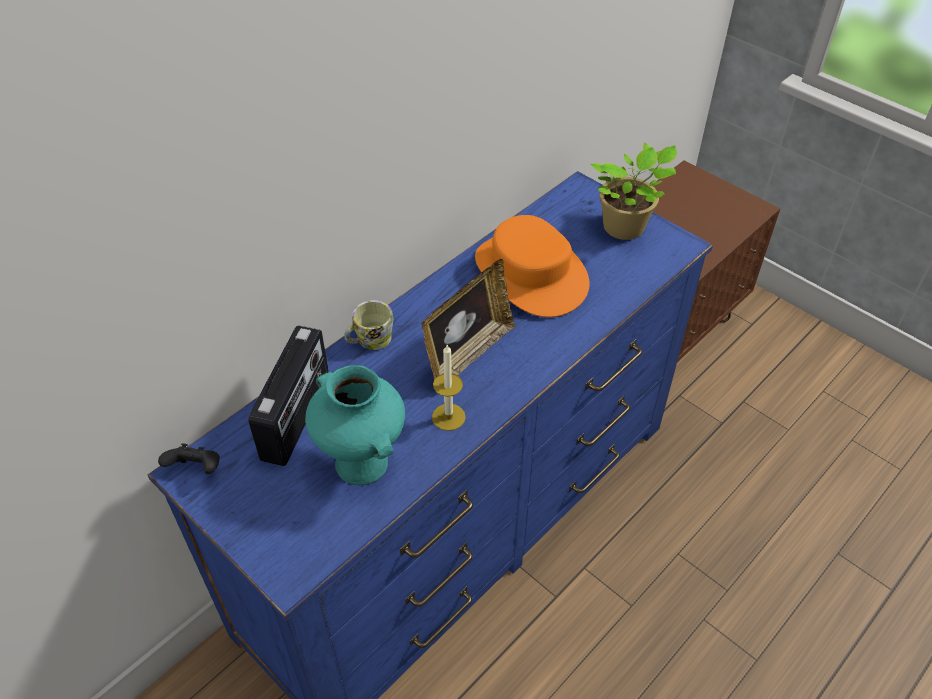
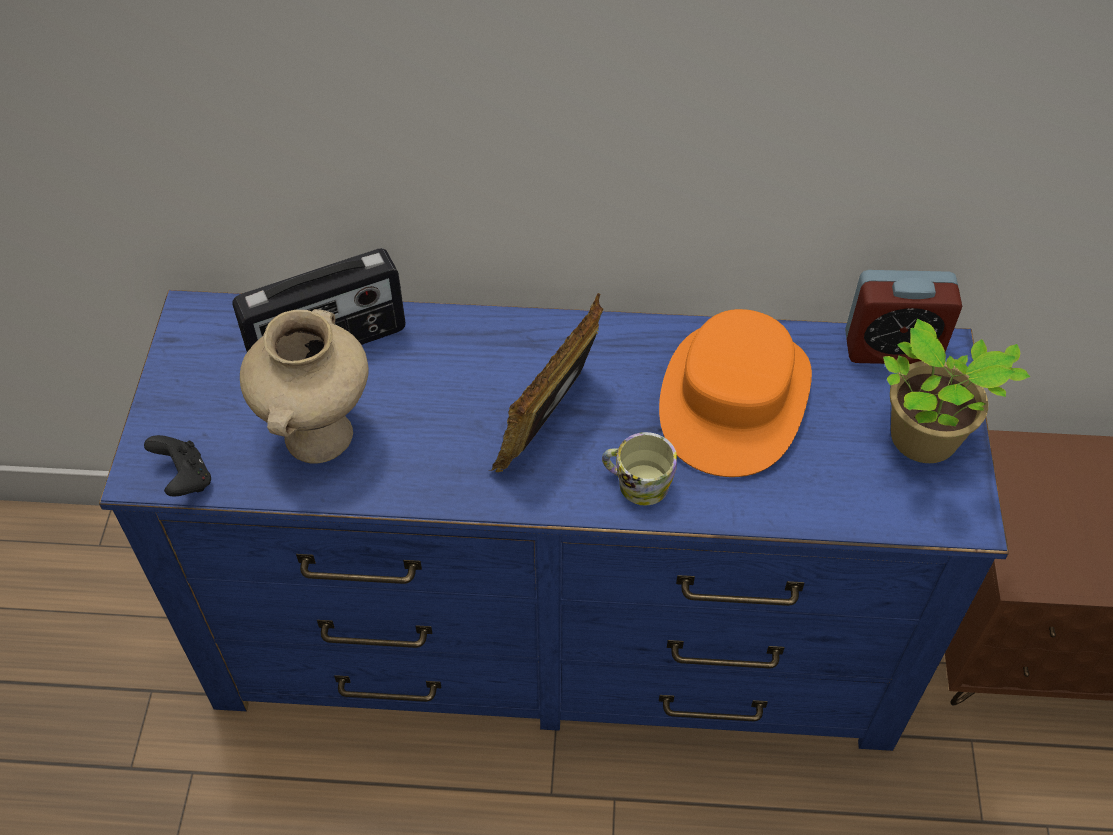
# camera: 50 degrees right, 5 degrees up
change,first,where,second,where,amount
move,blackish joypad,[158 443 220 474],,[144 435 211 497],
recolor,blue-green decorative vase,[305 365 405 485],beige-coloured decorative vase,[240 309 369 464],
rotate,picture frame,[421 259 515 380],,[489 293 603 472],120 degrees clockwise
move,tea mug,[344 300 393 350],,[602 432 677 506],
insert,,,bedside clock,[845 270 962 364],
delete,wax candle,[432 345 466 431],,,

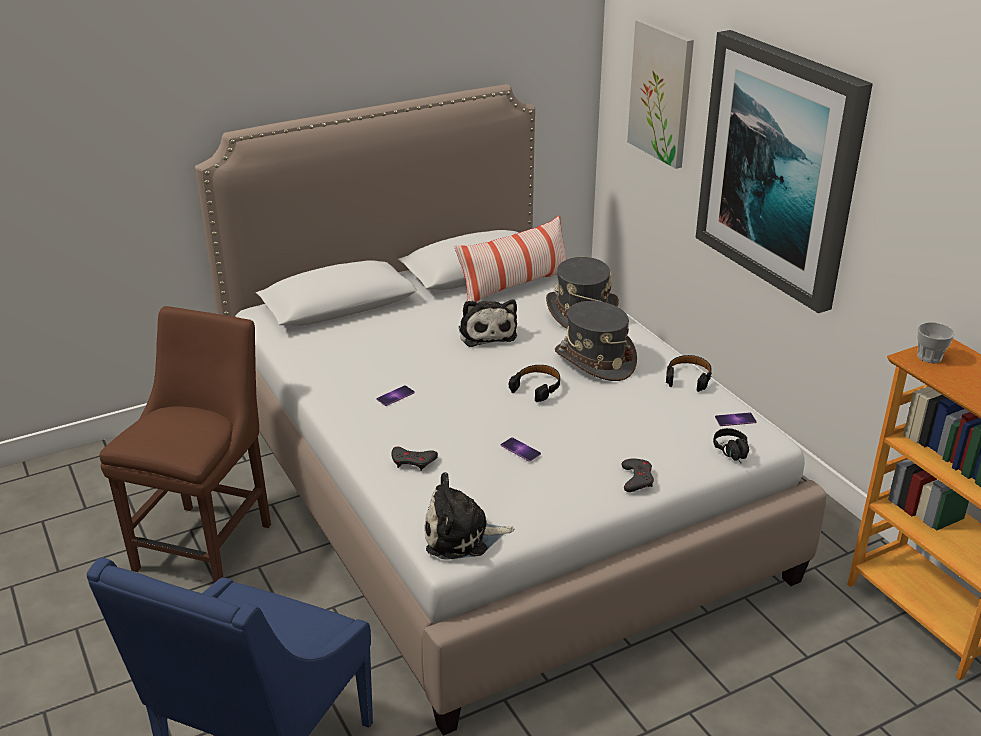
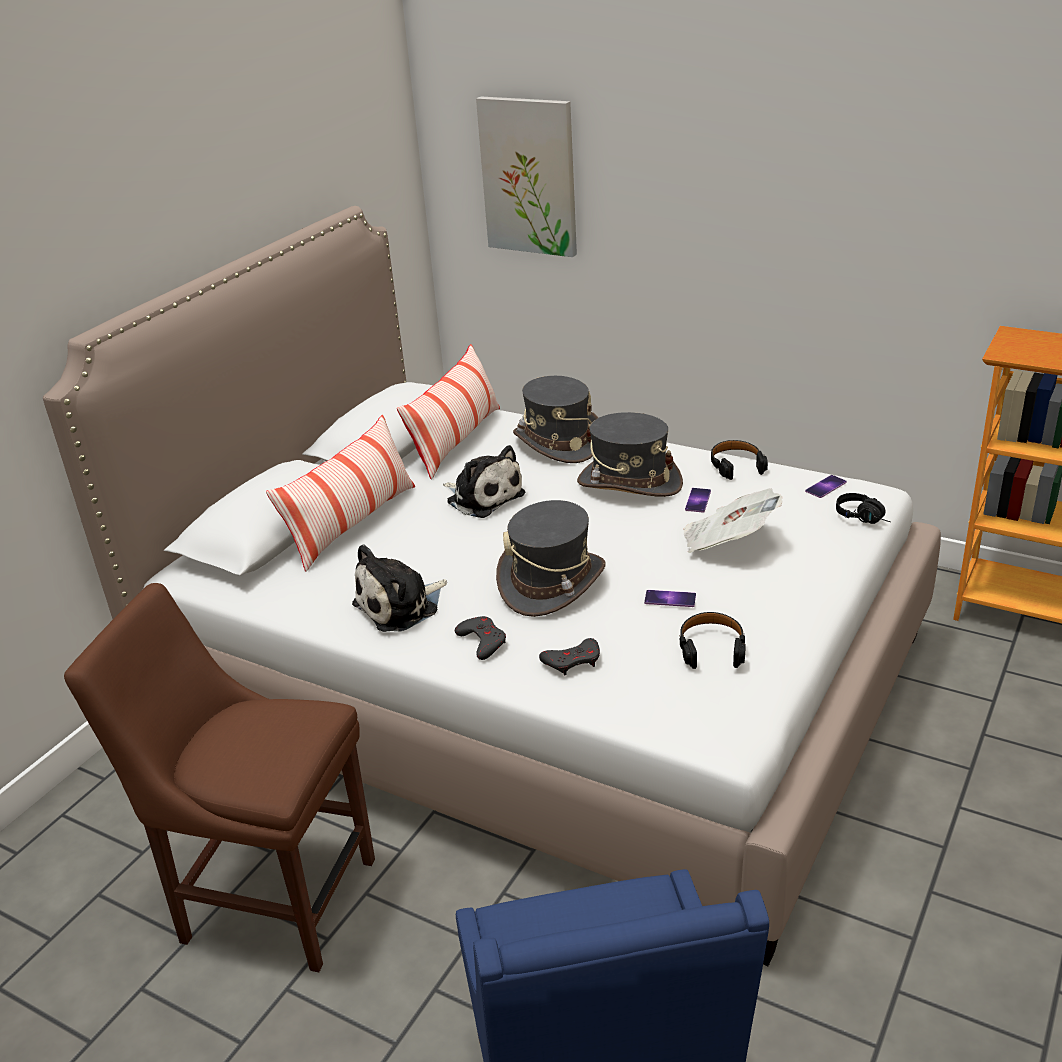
# camera: 30 degrees left, 0 degrees up
change,first,where,second,where,amount
rotate,brownish plain chair,[100 306 271 583],,[64 583 375 972],60 degrees counterclockwise
insert,,,throw pillow,[266 415 415 571],
move,plush toy,[425 472 515 560],,[352 544 447 632],
move,greyish joypad,[621 458 654 492],,[455 616 506 660],
insert,,,greyish clothing hat,[496 500 606 617],
move,blackish headset,[509 365 560 402],,[680 612 746 669],
insert,,,daily paper,[683 488 783 553],
move,phone,[376 385 415 406],,[685 488 711 512],
delete,picture,[696 30 873 313],,,
delete,drinking cup,[917 322 955 363],,,

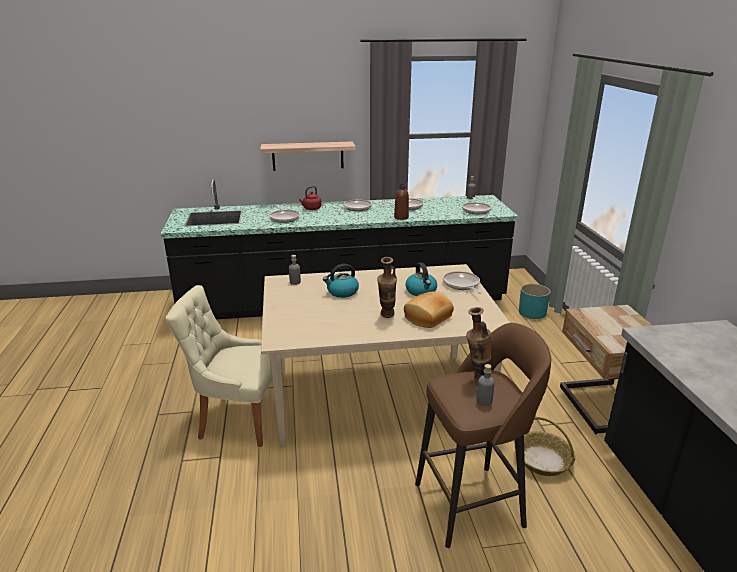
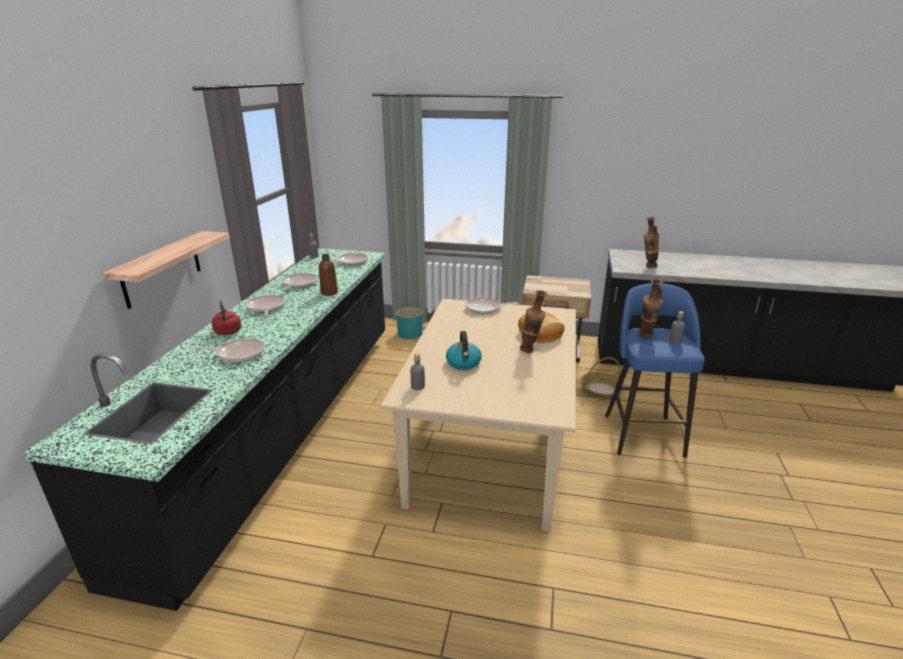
# camera: 70 degrees left, 0 degrees up
change,first,where,second,where,amount
recolor,brownish stool seat,[415 323 551 548],blue-coloured stool seat,[605 283 705 458],
insert,,,decorative vase,[643 217 659 268],
delete,beige-coloured plain chair,[166 285 272 447],,,
delete,water kettle,[406 262 437 296],,,

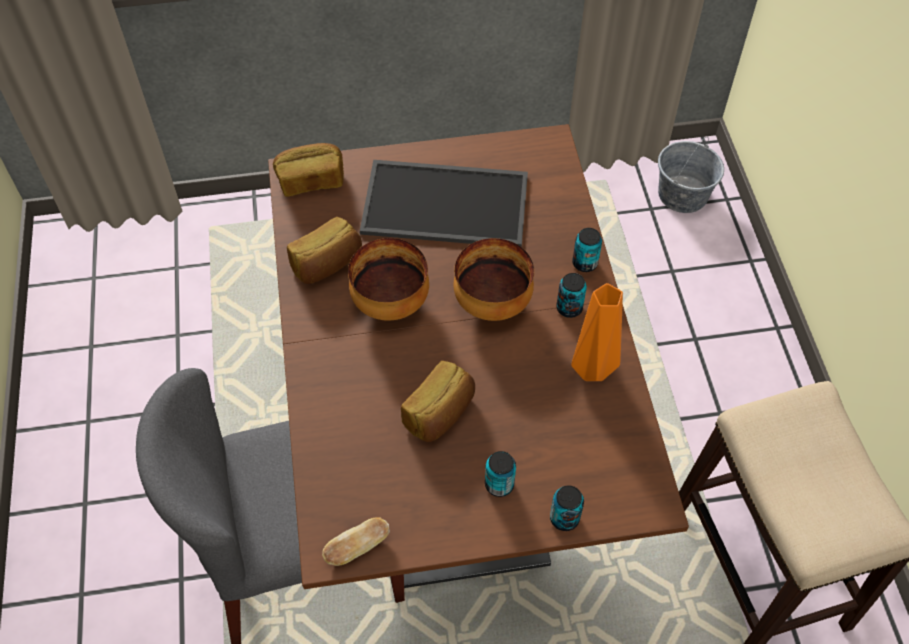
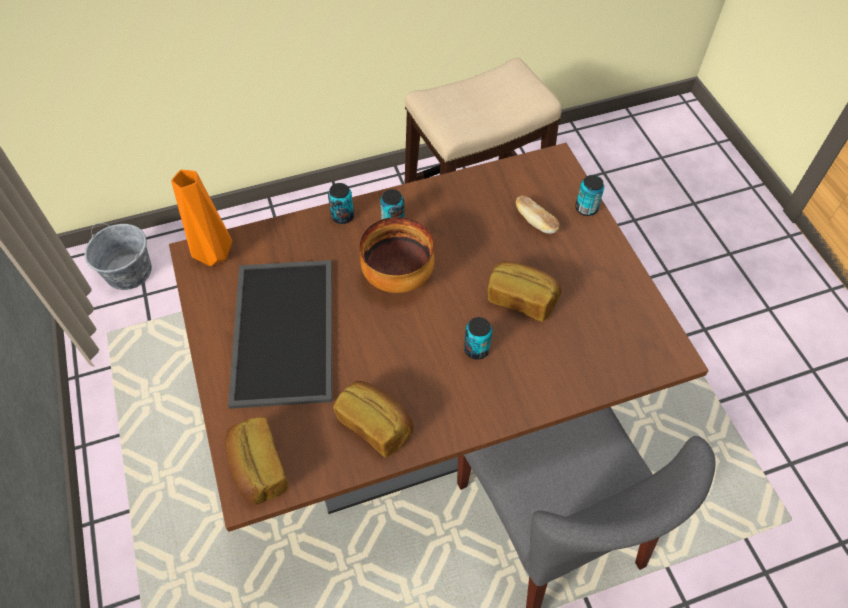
# camera: 100 degrees left, 0 degrees up
change,first,where,second,where,amount
move,orangey decorative vase,[571 283 623 381],,[171 170 232 266],
move,sealed can,[485 451 516 497],,[464 317 492 360],
move,bread,[322 518 390 566],,[516 195 559 234],
delete,serving bowl,[348 238 429 321],,,

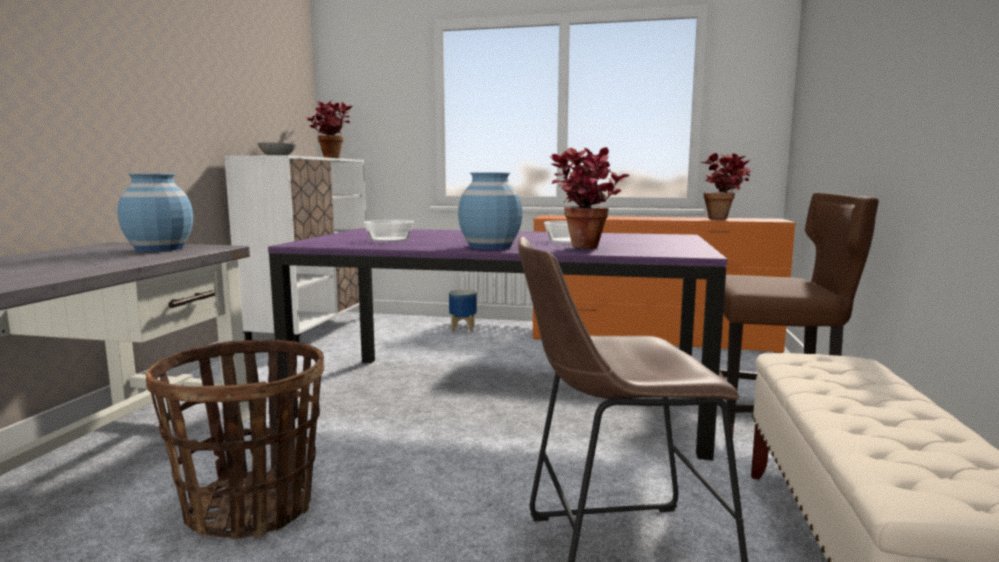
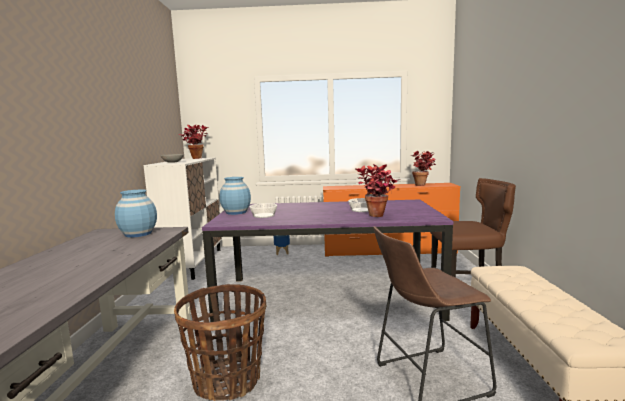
# camera: 10 degrees left, 0 degrees up
change,first,where,second,where,amount
move,blue-coloured decorative vase,[458 172 522 249],,[219 177 251 215],

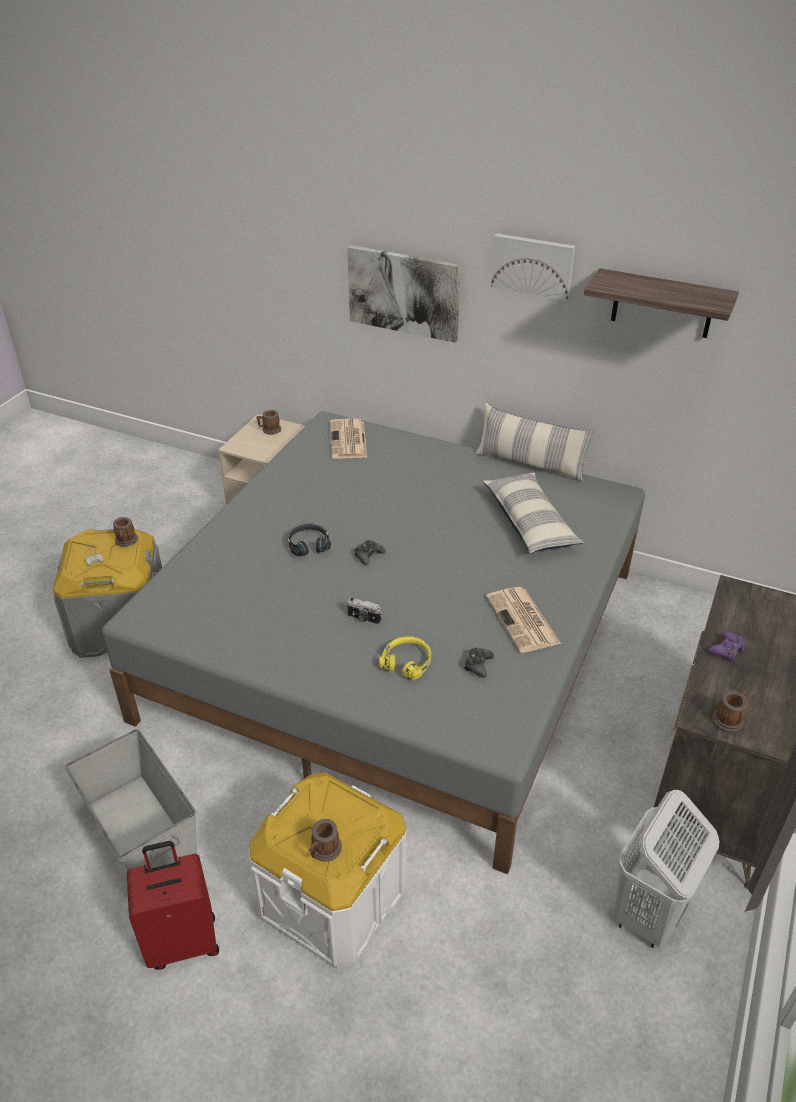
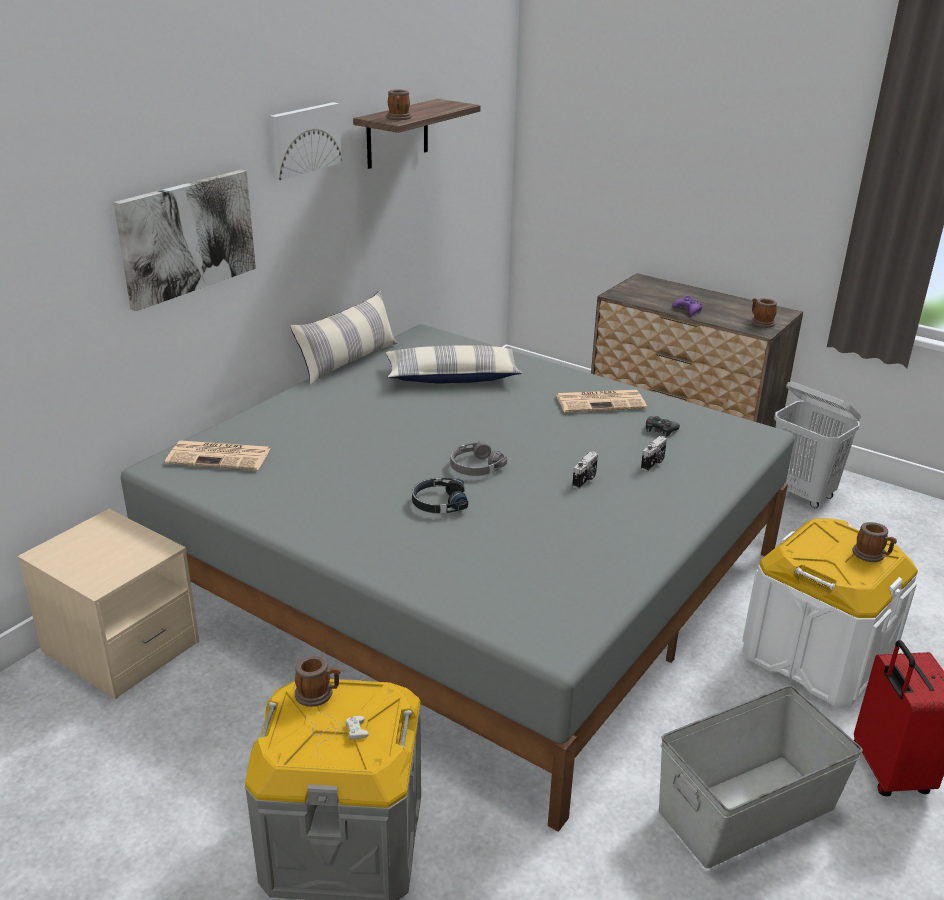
# camera: 80 degrees left, 10 degrees down
change,first,where,second,where,amount
move,tea mug,[256 410 281 435],,[387 90 412 120],
replace,blackish joypad,[355 540 386 565],greyish headset,[450 441 507 476],
replace,yellowish headset,[379 636 431 680],still camera,[641 436 667 472],

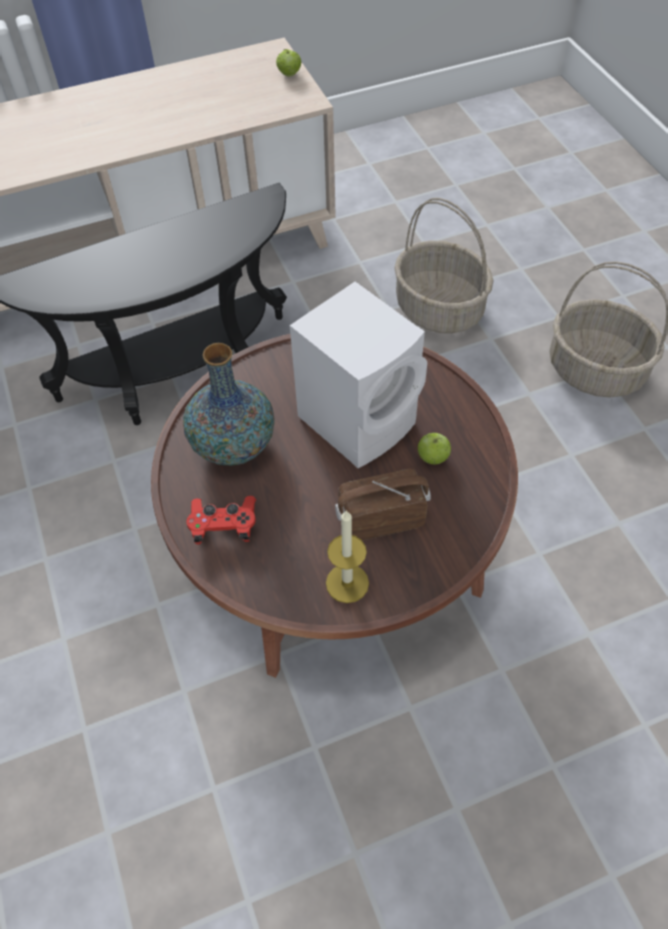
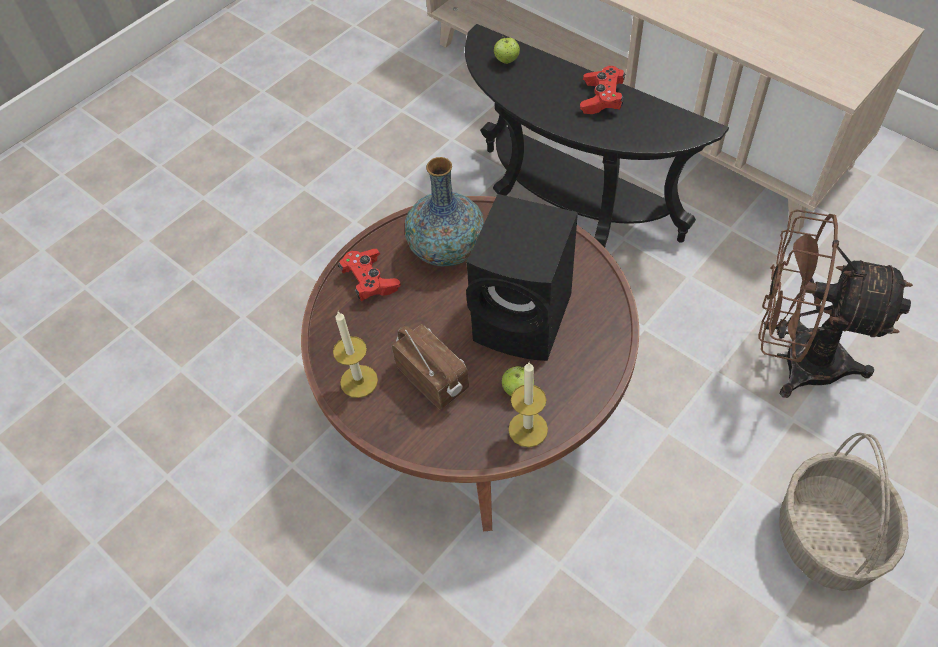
# camera: 65 degrees right, 0 degrees up
change,first,where,second,where,amount
recolor,whitish loudspeaker,[290 282 427 468],blackish loudspeaker,[466 194 578 361],
move,apple fruit,[276 49 301 76],,[494 36 520 64],
insert,,,wax candle,[508 362 548 447],
insert,,,red-coloured joypad,[580 66 625 114],
replace,storage basket,[394 198 494 334],brownish electric fan,[758 209 913 398],

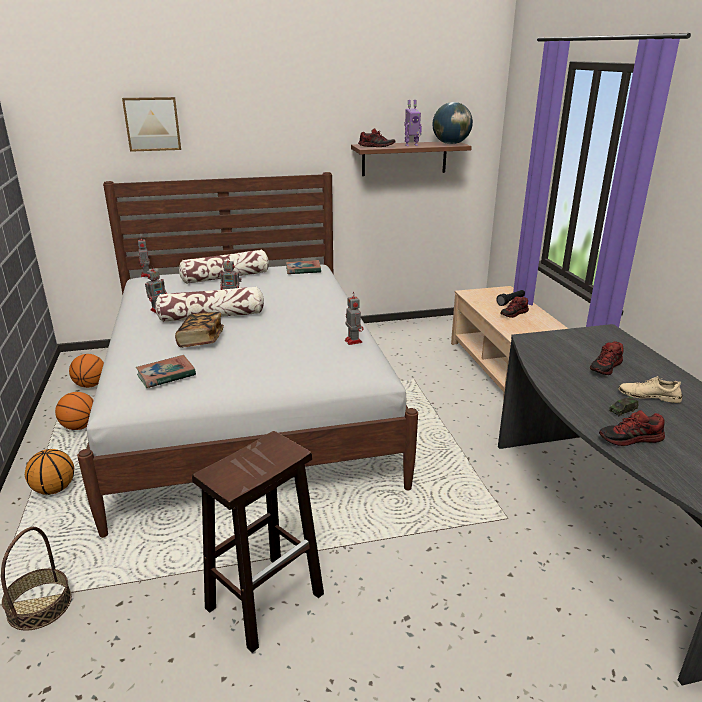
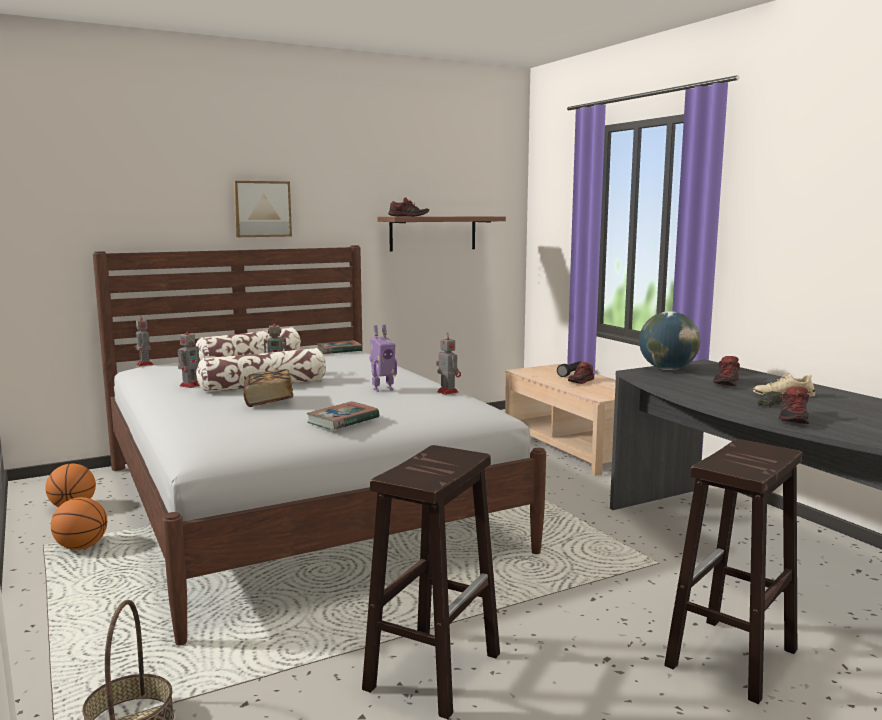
# camera: 15 degrees left, 15 degrees down
change,first,where,second,where,amount
move,picture,[122 97 181 152],,[233 181 292 237],
move,bound book,[136 355 196 388],,[306 401 379 430],
move,toy robot,[404 100 422 146],,[370 325 397 392],
move,desk globe,[432 102 473 144],,[639 311 700 370],
insert,,,brownish stool seat,[664 439 802 704],
rotate,item of footwear,[599 410 665 446],,[779 386 809 424],45 degrees counterclockwise
delete,ball for basketball,[25 449 74 495],,,

